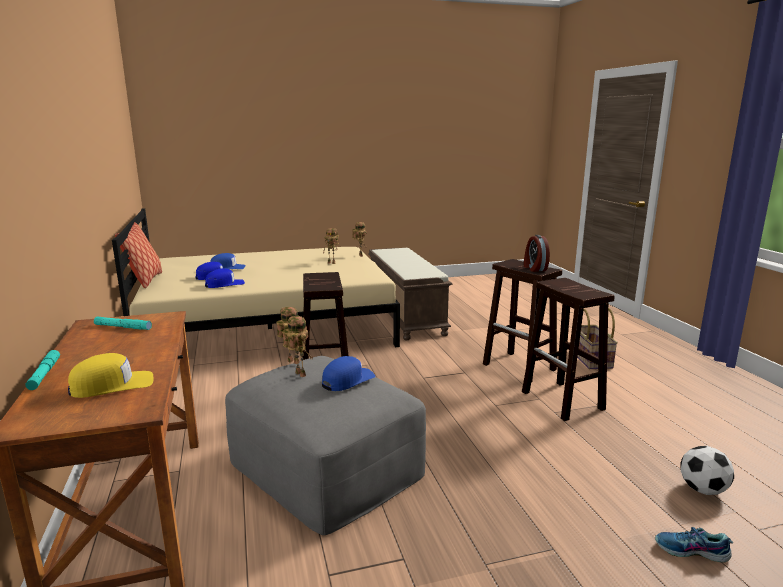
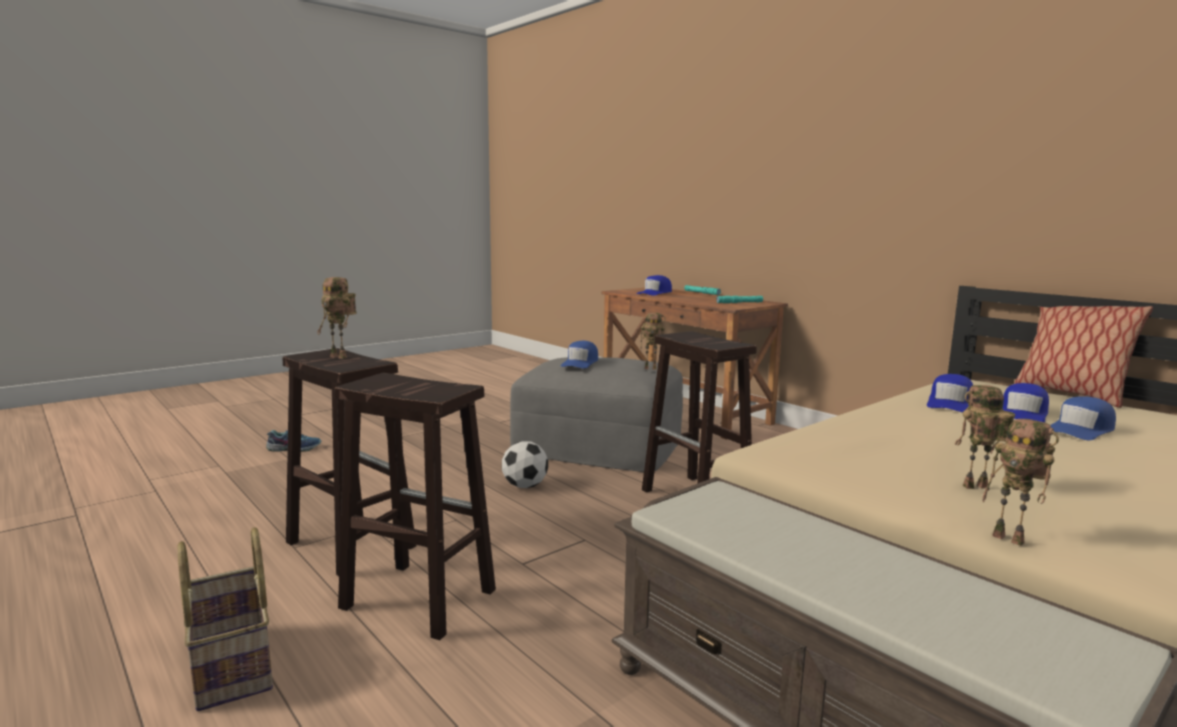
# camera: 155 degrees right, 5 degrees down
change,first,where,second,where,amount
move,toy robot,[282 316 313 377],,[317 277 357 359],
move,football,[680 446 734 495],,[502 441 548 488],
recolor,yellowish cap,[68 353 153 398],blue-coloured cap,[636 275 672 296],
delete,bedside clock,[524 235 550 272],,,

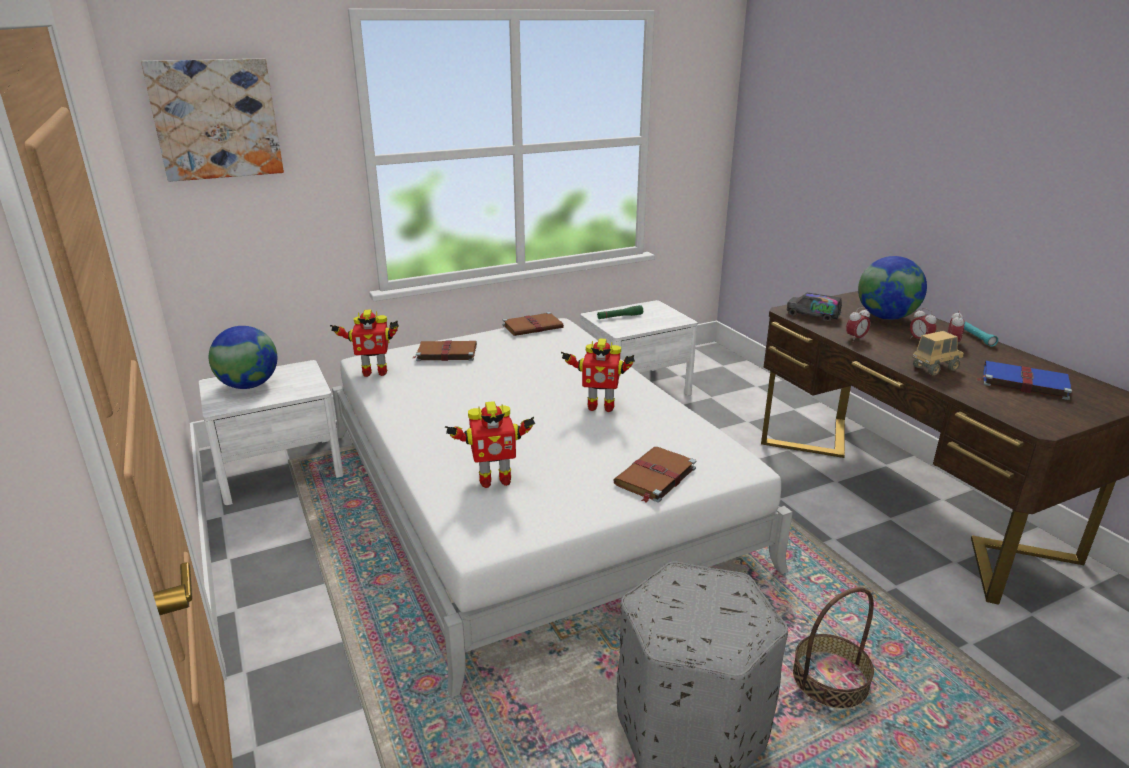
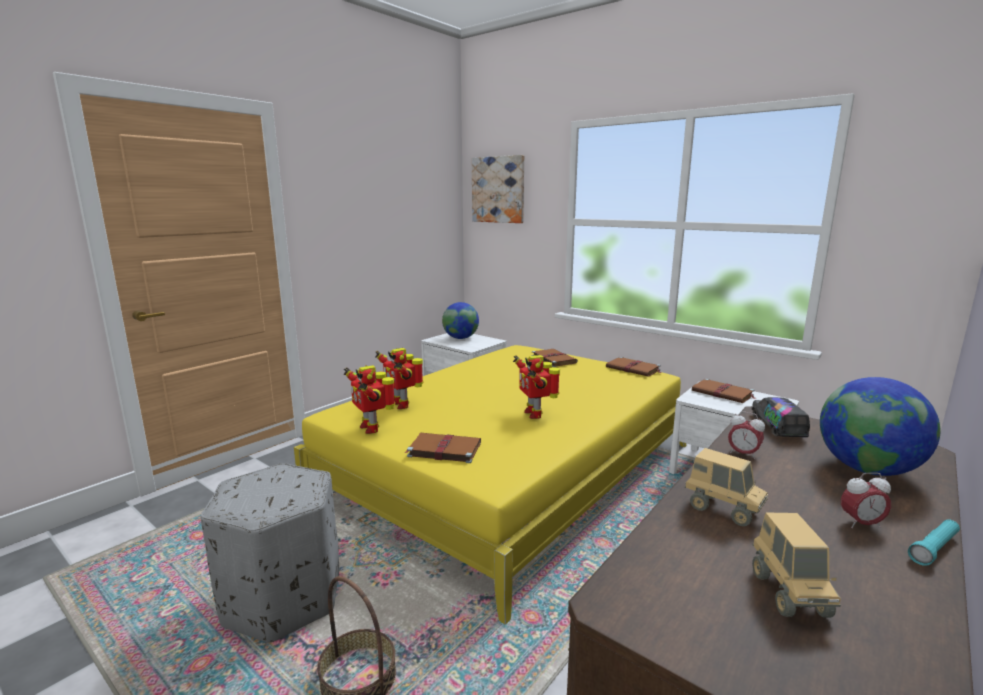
# camera: 65 degrees right, 10 degrees down
change,first,where,second,where,amount
recolor,whitish bedroom bed,[332 318 793 697],yellowish bedroom bed,[294 345 687 625],
move,toy robot,[330 310 399 377],,[343 365 395 434],
replace,green-coloured hand torch,[597 305 643 319],brownish bound book,[692 378 755 403],
replace,blue-coloured bound book,[977 361 1072 400],toy truck,[752 512 841 618],
delete,bedside clock,[910 308 937 339],,,

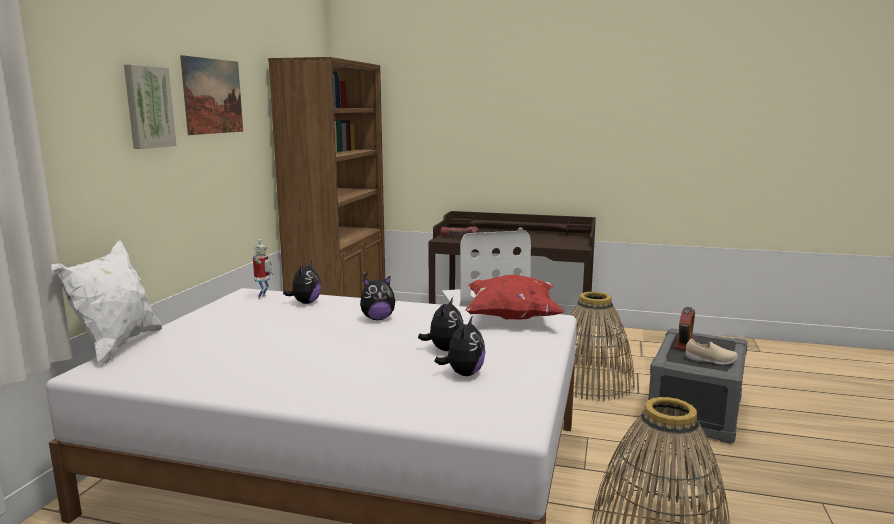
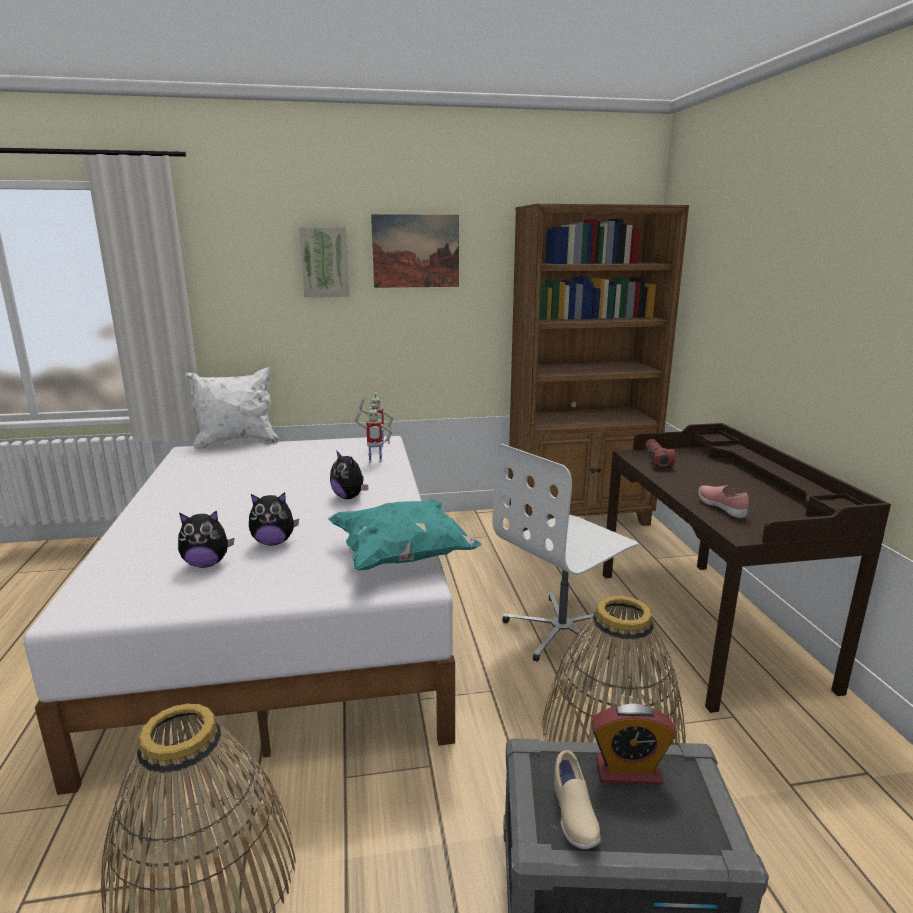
# camera: 65 degrees right, 5 degrees up
change,first,where,second,where,amount
recolor,red-coloured throw pillow,[465 275 564 320],blue-green throw pillow,[328 499 482 570],
replace,plush toy,[283 261 321 304],toy robot,[355 404 392 463],
insert,,,pinkish item of footwear,[699 485 749 518],

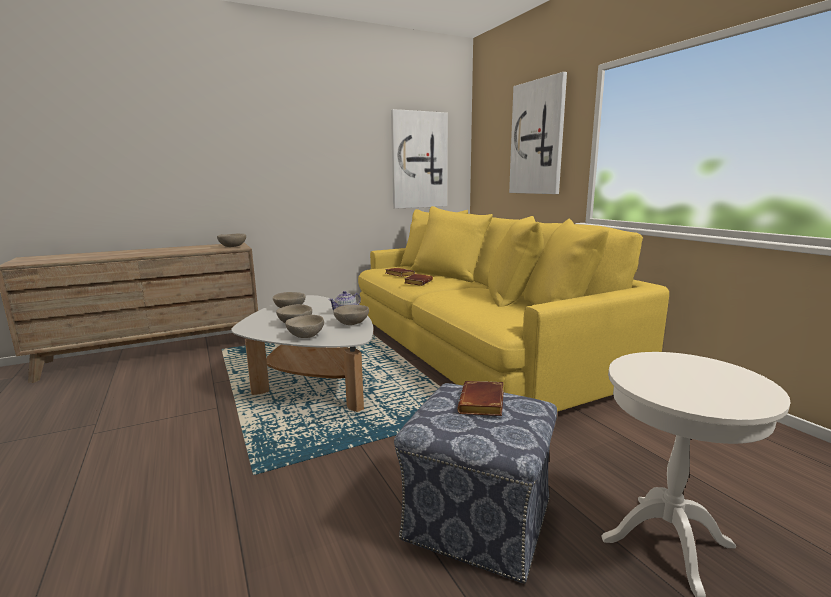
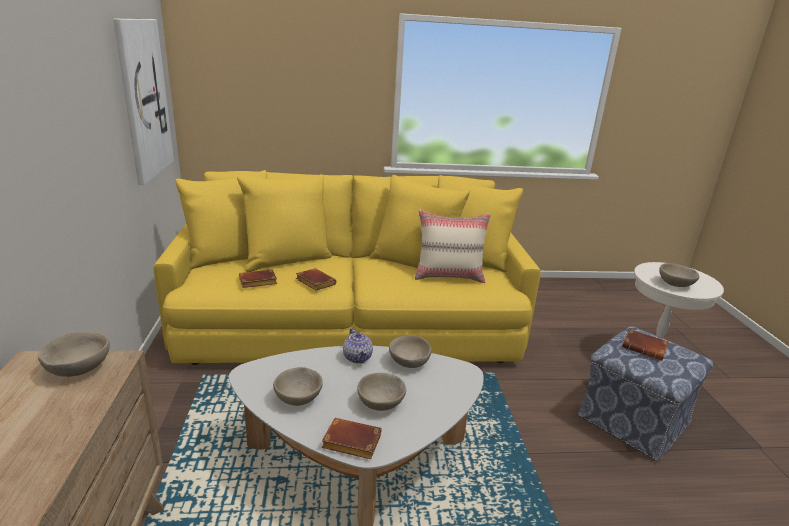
# camera: 70 degrees left, 10 degrees up
change,first,where,second,where,amount
insert,,,brownish bound book,[322 418 382 459],
insert,,,beige-coloured throw pillow,[415 210 491 283],
move,beige-coloured serving bowl,[285 315 324 338],,[659 263 700 287],
delete,picture,[509 72 567 194],,,

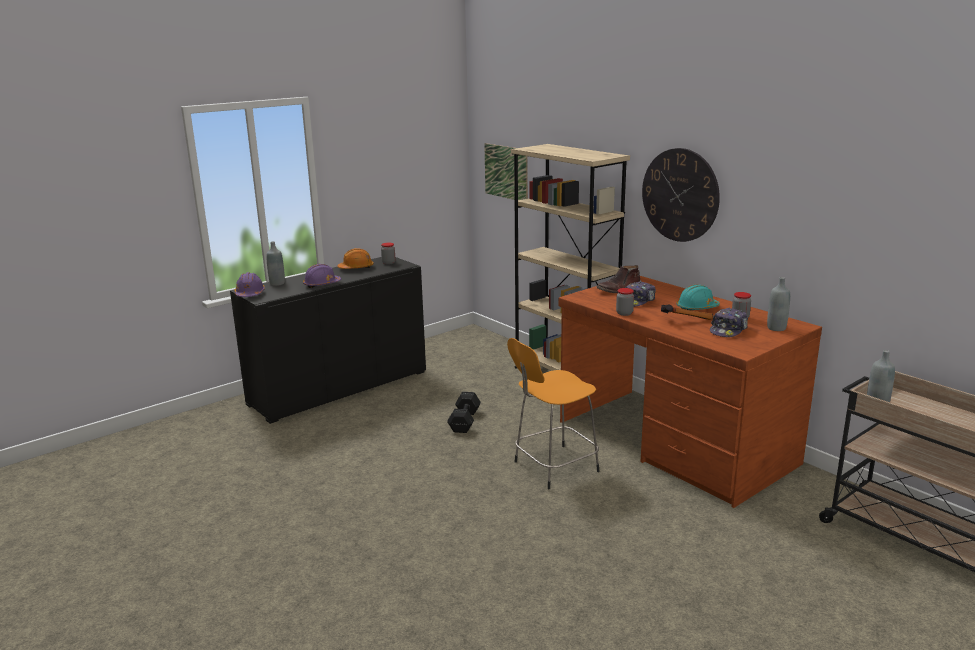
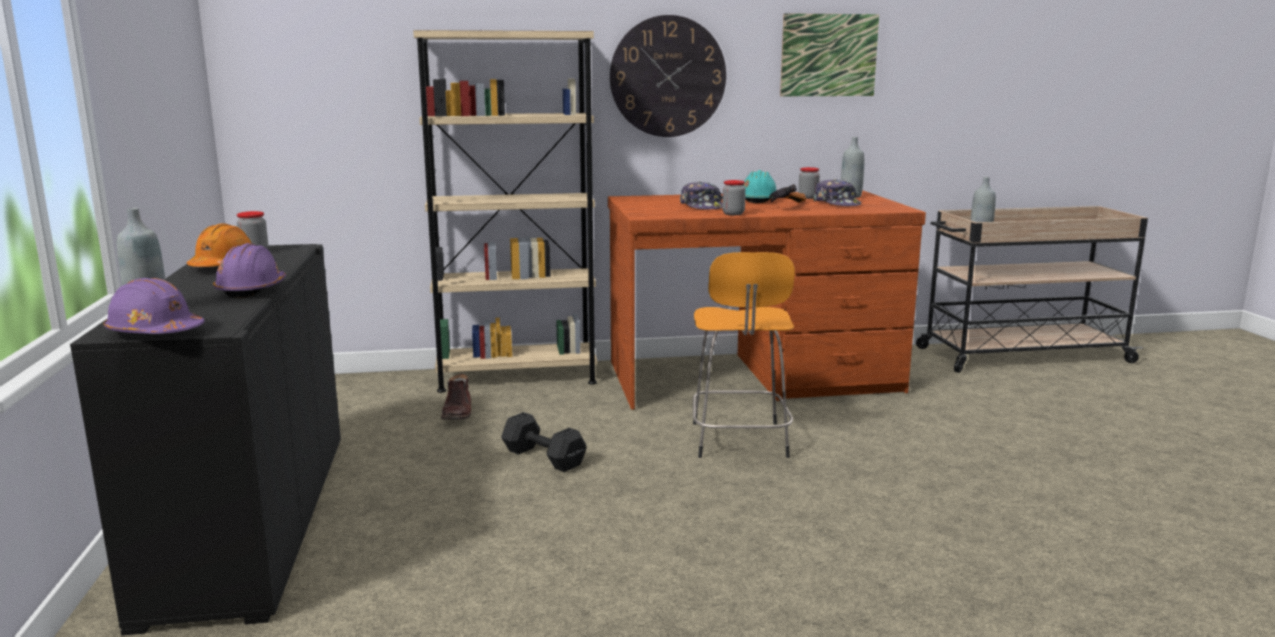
# camera: 60 degrees left, 5 degrees down
change,first,where,second,where,amount
move,brownish high-top boot,[596 265 641 293],,[441 374 471 420],
move,picture,[484 143 528 200],,[780 13 879 96],

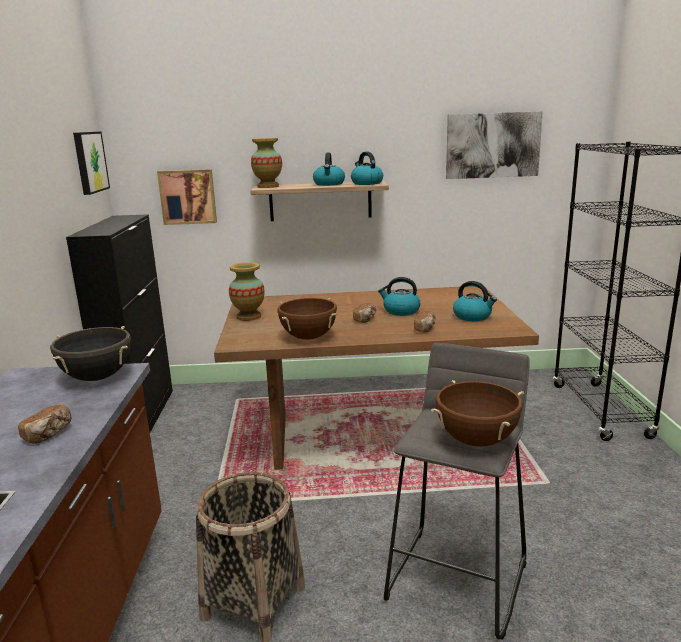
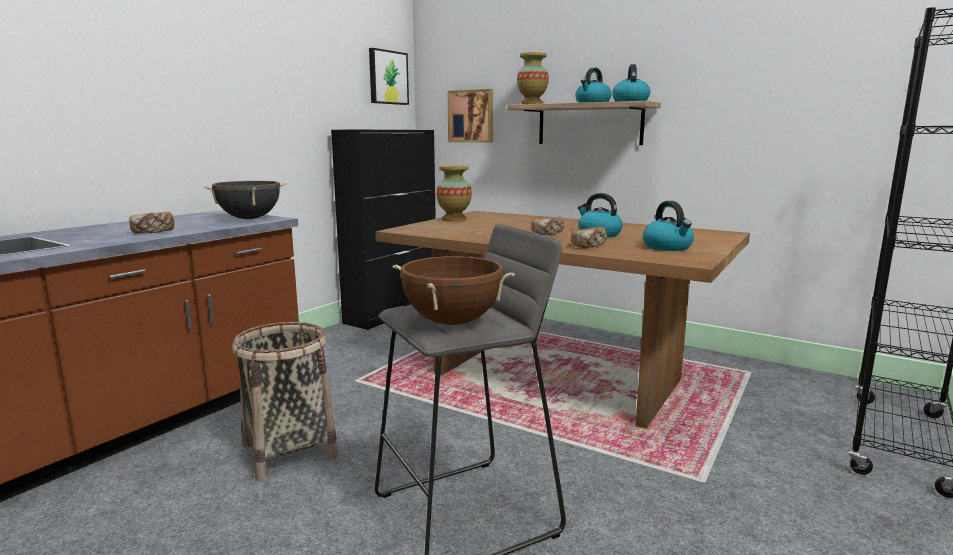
# camera: 35 degrees right, 5 degrees down
change,first,where,second,where,amount
delete,brownish saucepot,[277 298 337 340],,,
delete,picture,[446 111 543 179],,,

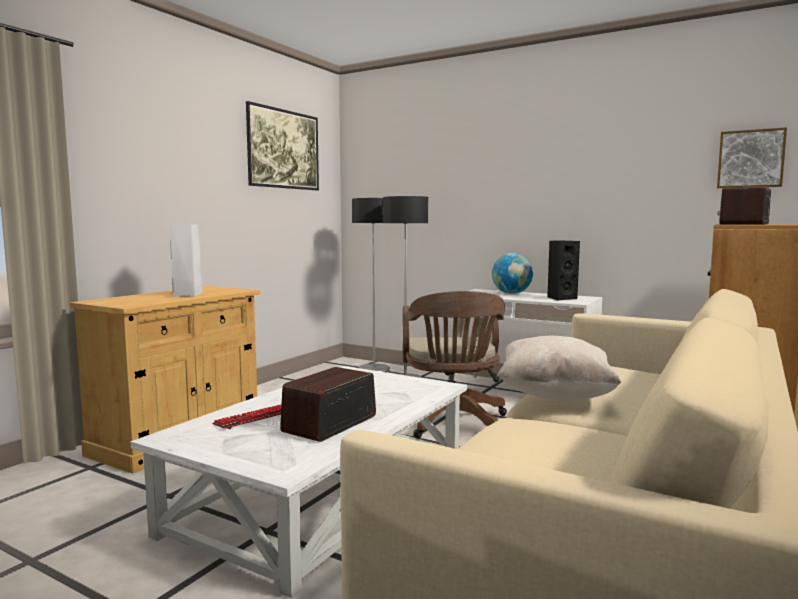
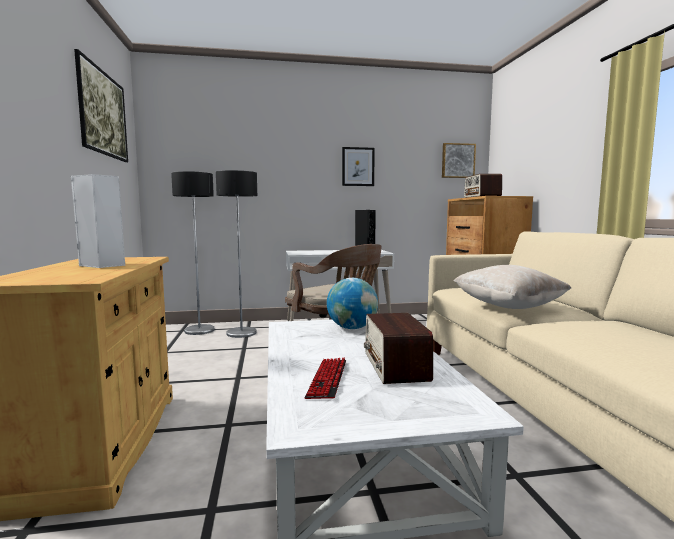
# camera: 40 degrees left, 0 degrees up
change,first,where,second,where,amount
move,desk globe,[492 253 533 294],,[327 278 378 329],
insert,,,picture,[342 147 375 186],

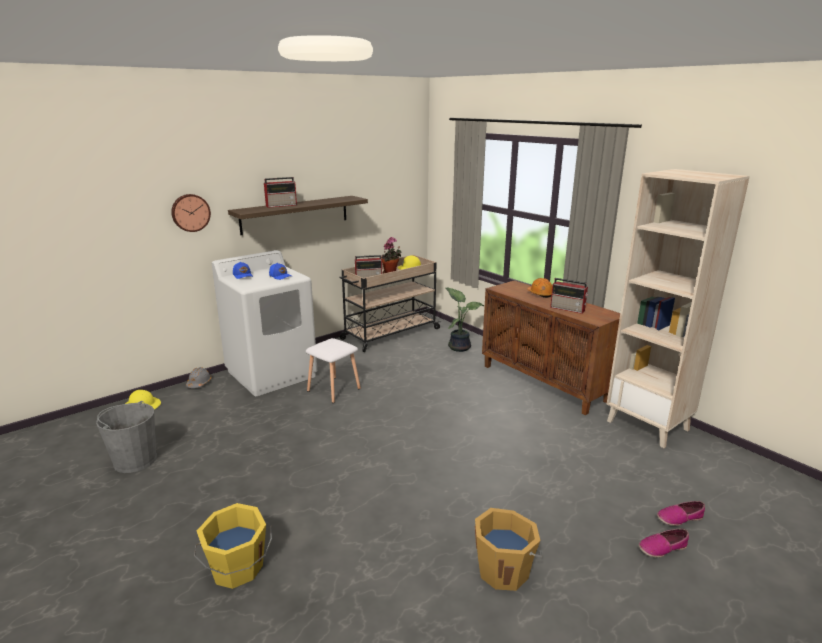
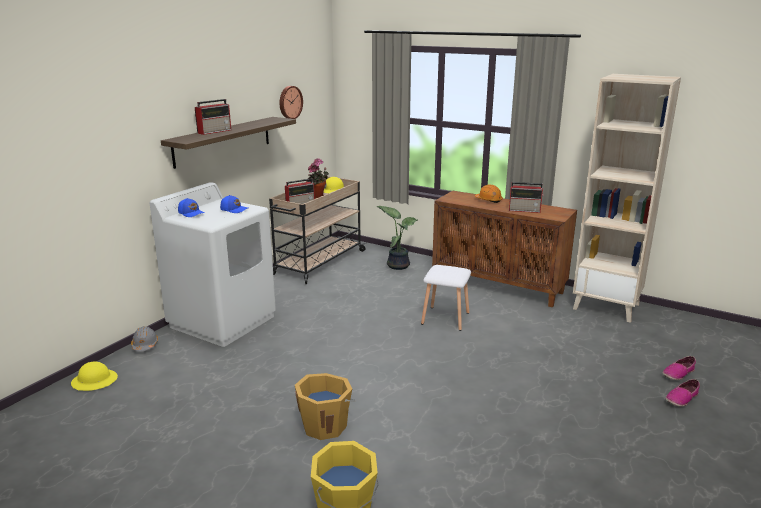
# camera: 20 degrees left, 0 degrees up
change,first,where,second,where,amount
move,wall clock,[171 194 211 232],,[279 86 303 119],
move,orangey water bucket,[475 508 542 591],,[295 373 356 440],
move,whitish stool seat,[306 338 361 403],,[421 265 471 331],
delete,greyish water bucket,[96 401 157 473],,,

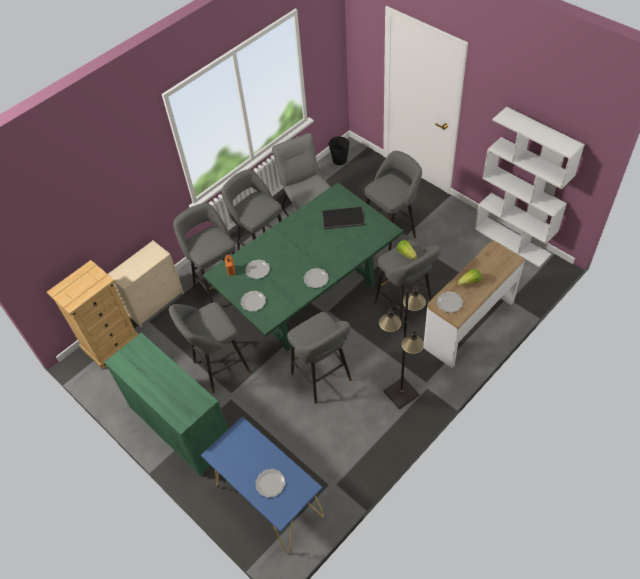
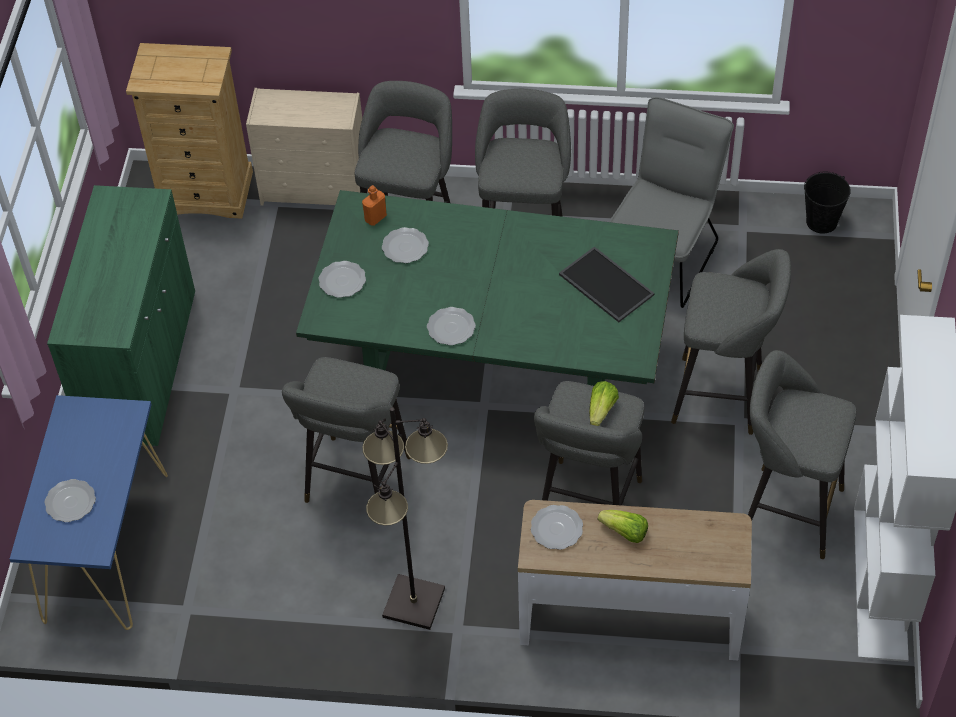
# camera: 50 degrees right, 0 degrees up
change,first,where,second,where,amount
move,greyish stool seat,[169 302 251 393],,[748 350 856 559],

